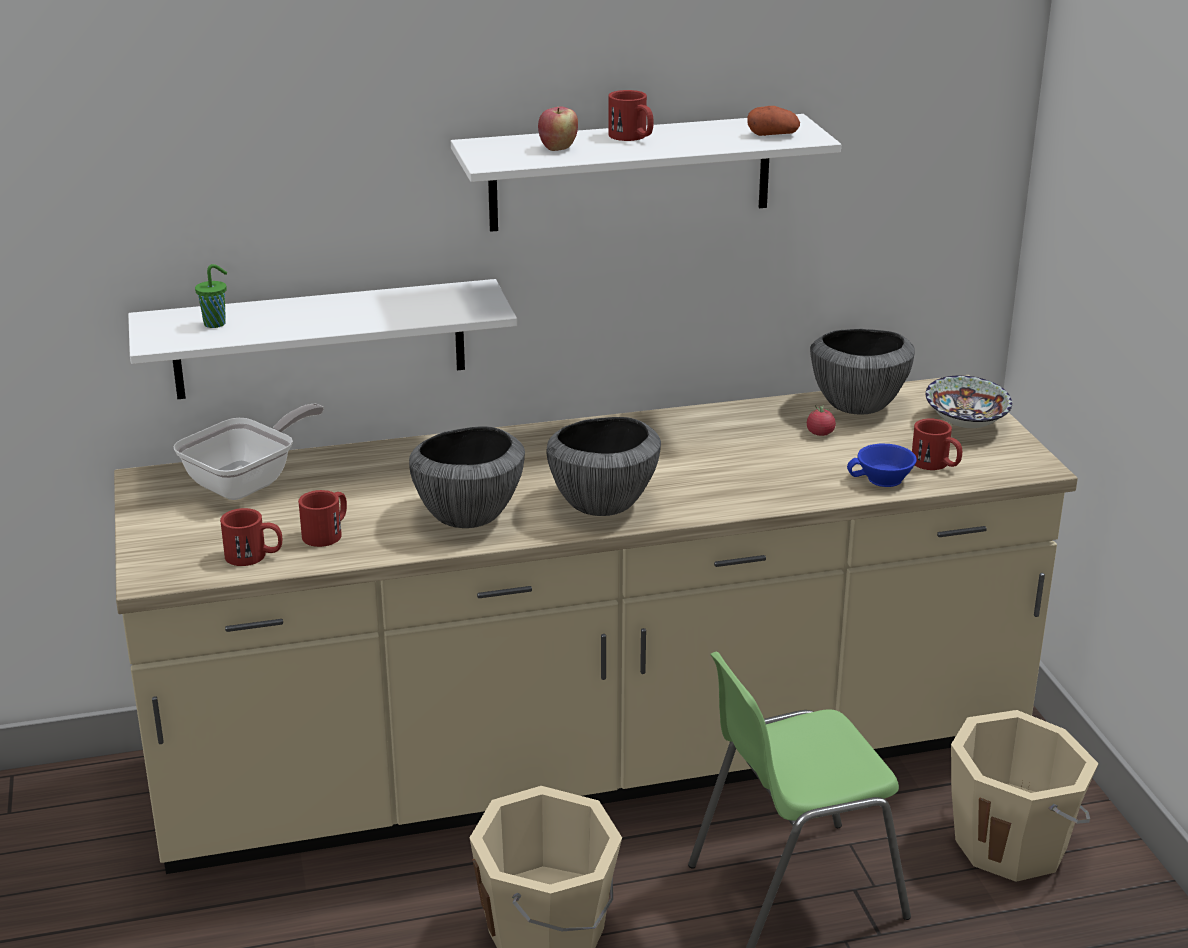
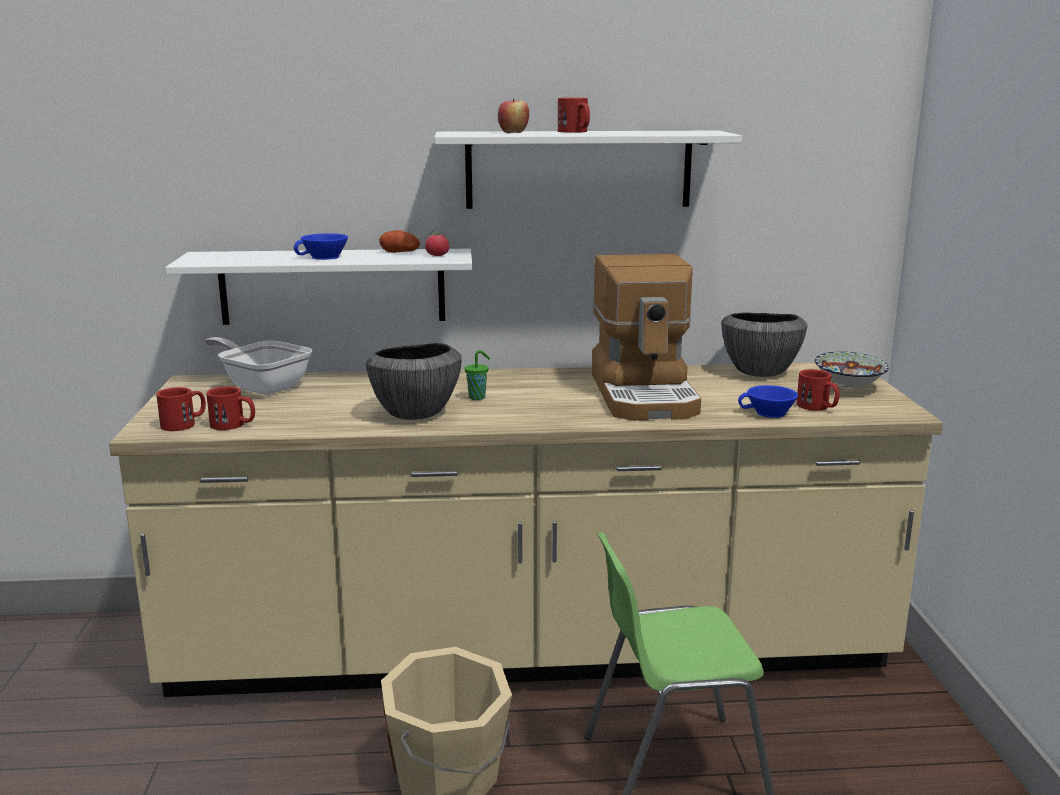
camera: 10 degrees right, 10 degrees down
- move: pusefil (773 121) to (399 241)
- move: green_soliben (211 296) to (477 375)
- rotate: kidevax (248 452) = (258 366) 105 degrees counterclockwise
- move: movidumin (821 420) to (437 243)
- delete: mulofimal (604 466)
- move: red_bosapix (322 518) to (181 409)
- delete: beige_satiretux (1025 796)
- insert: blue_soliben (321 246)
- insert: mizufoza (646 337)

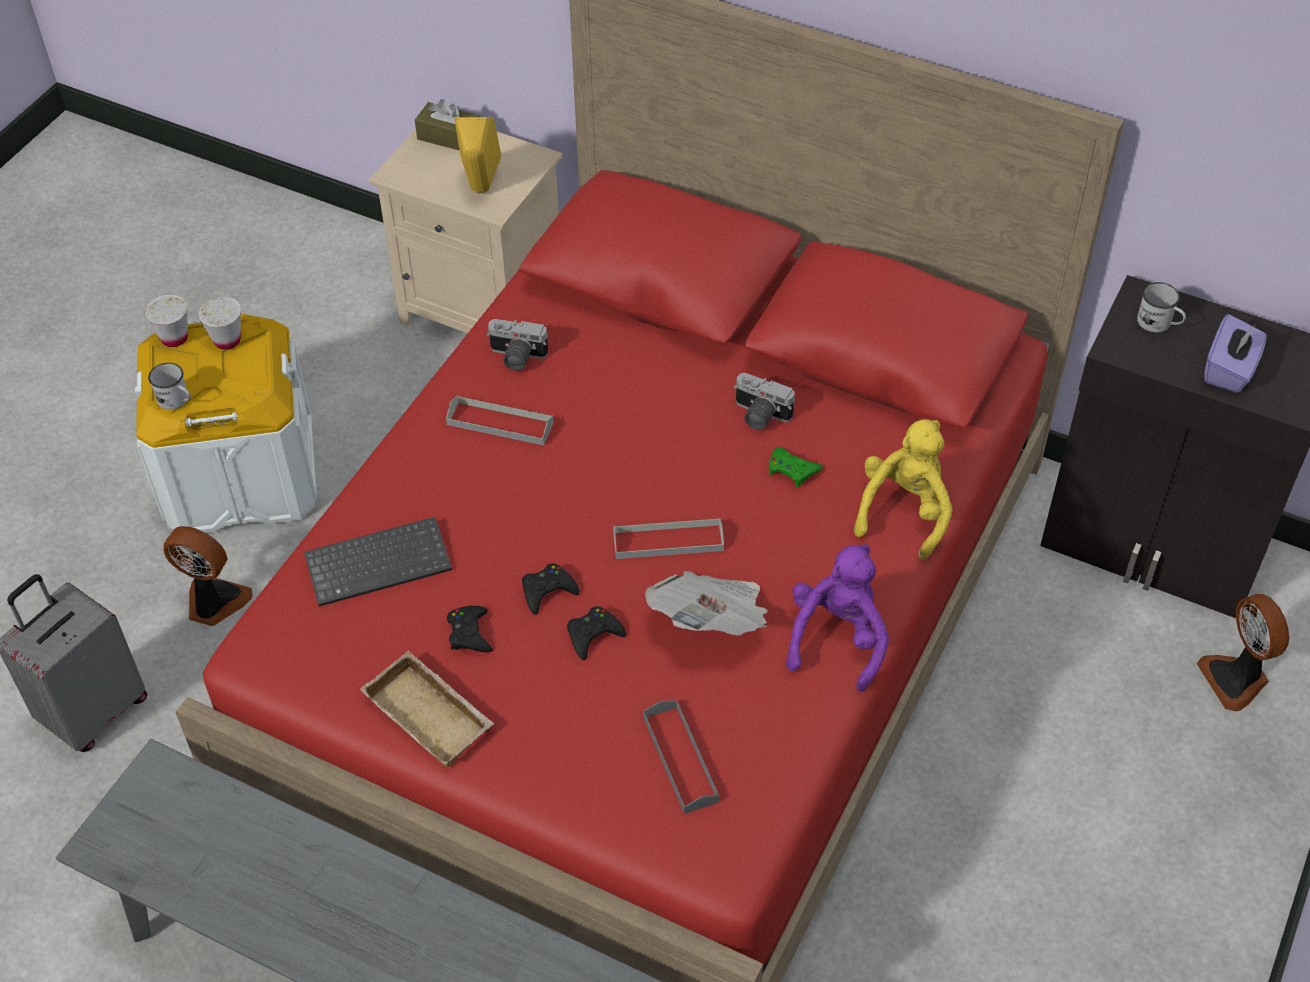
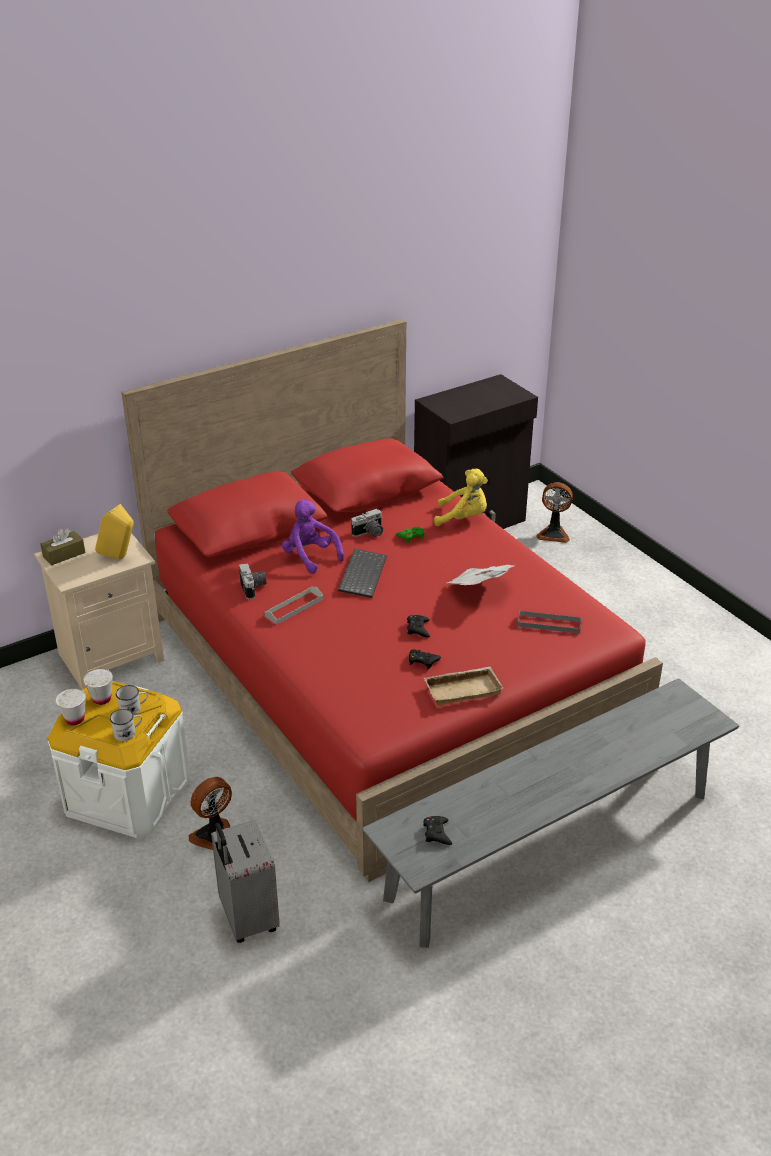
camera: 60 degrees left, 15 degrees down
- move: white_bosapix (1161 307) to (132 700)
- delete: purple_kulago (1235 353)
- rotate: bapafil (517 345) = (252 582) 60 degrees counterclockwise
- rotate: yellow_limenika (903 489) = (461 497) 135 degrees clockwise
- move: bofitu (378 562) to (362 573)
- delete: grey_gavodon (668 538)
- move: purple_limenika (837 618) to (313 537)
- move: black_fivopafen (596 633) to (437 830)

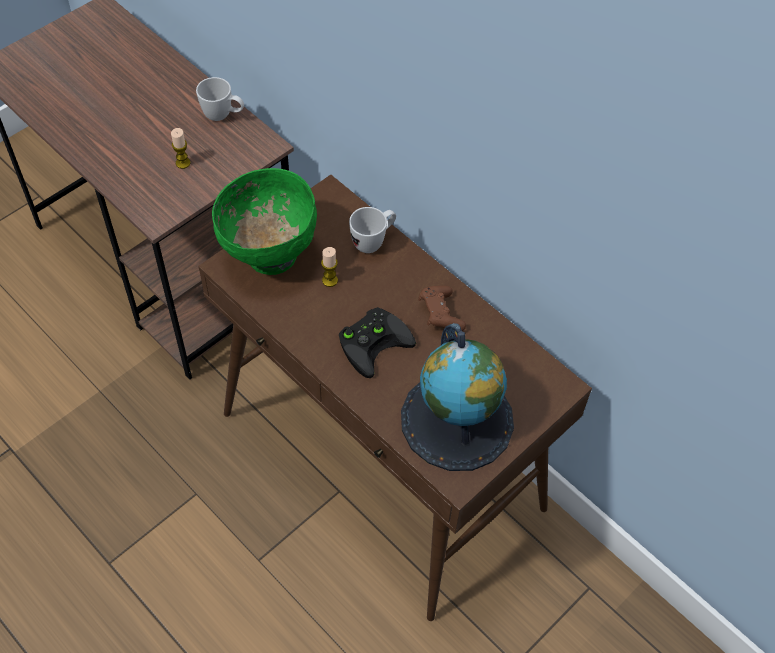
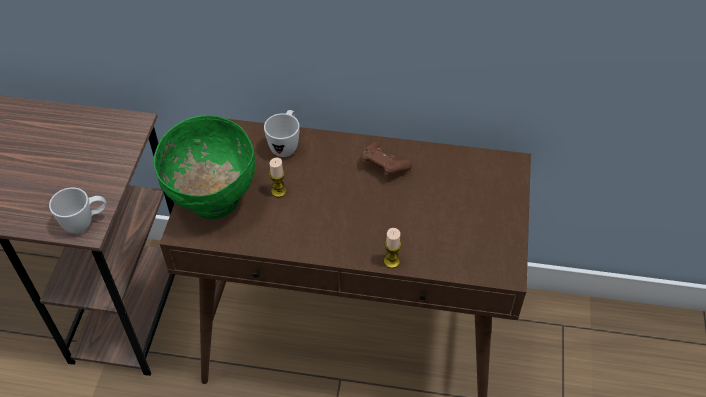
camera: 35 degrees left, 5 degrees down
- move: white_bosapix (220 99) to (77 211)
- move: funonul (180 148) to (392 248)
- delete: black_fivopafen (377 342)
- delete: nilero (457 397)

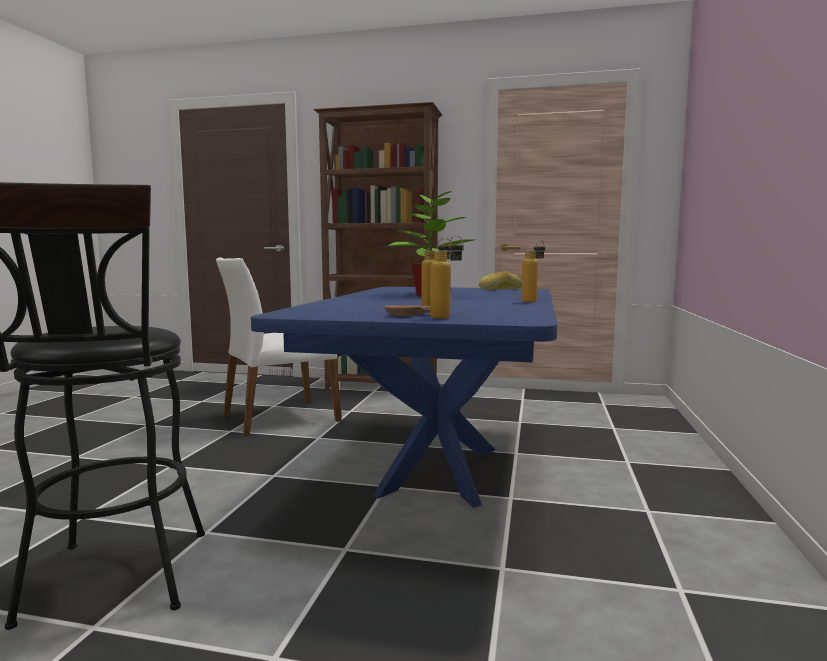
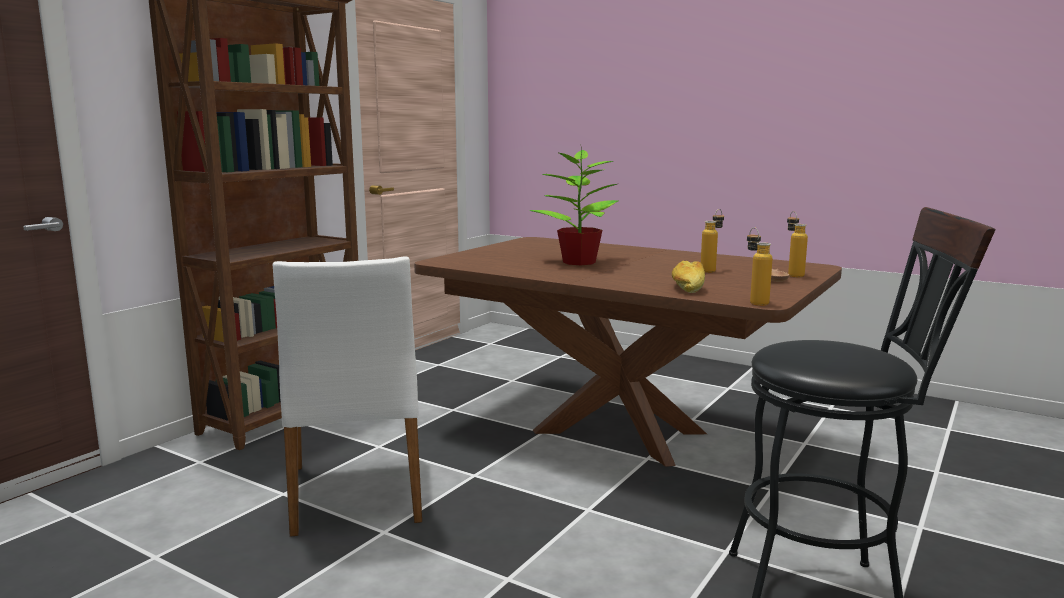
camera: 70 degrees left, 5 degrees up
- move: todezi (533 270) to (759 266)
- move: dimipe (500 280) to (688 277)
- recolor: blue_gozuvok (404 397) to brown_gozuvok (628 352)

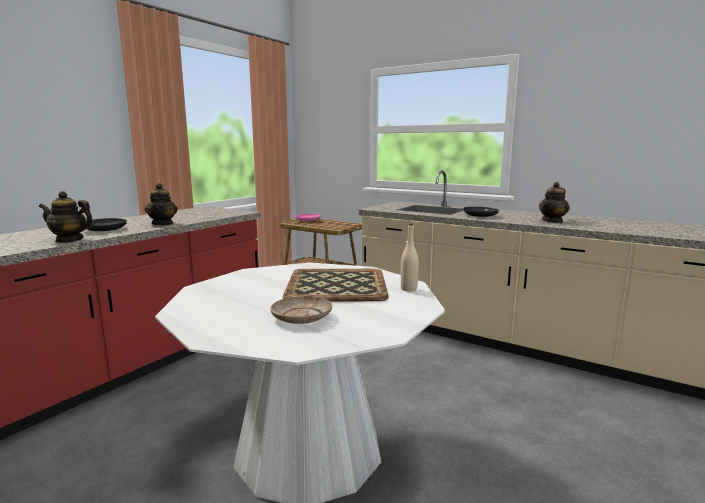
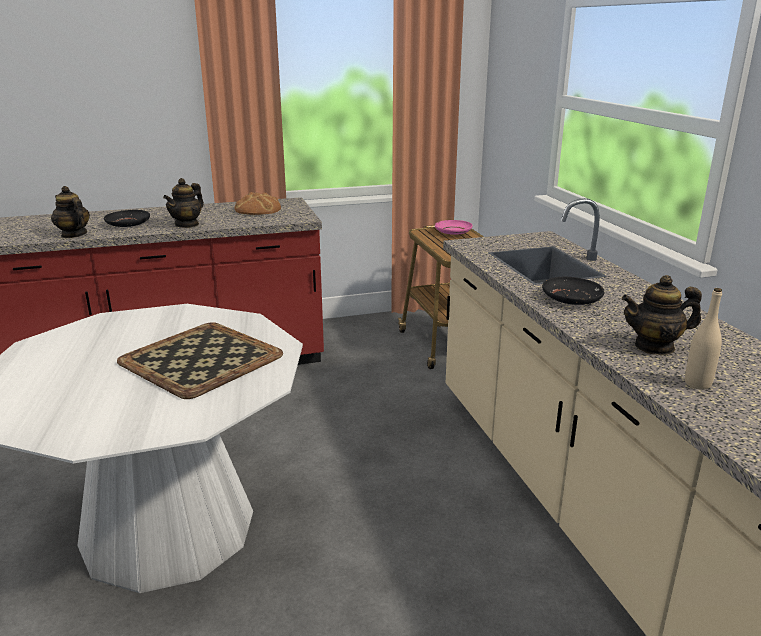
camera: 40 degrees right, 10 degrees up
- move: beige_todezi (410 257) to (703 339)
- delete: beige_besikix (301 310)
- insert: dimipe (258 203)

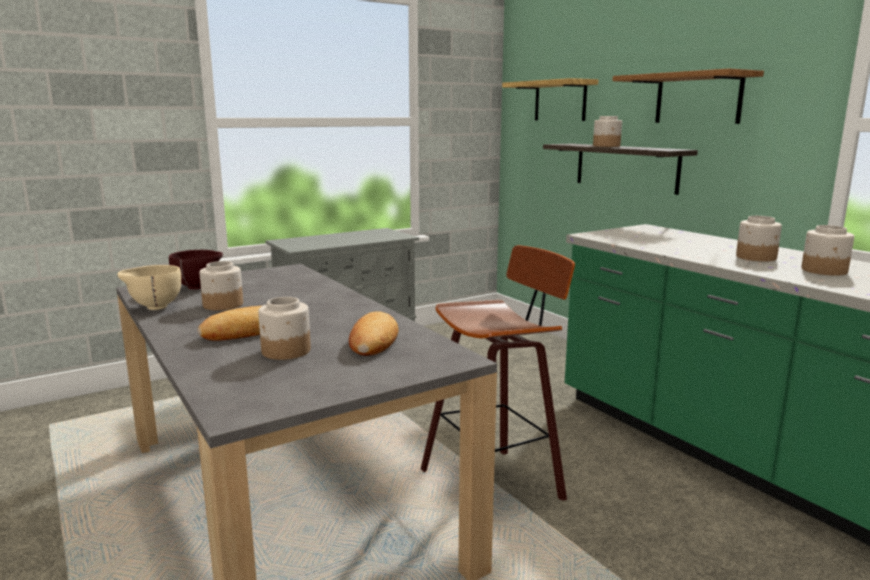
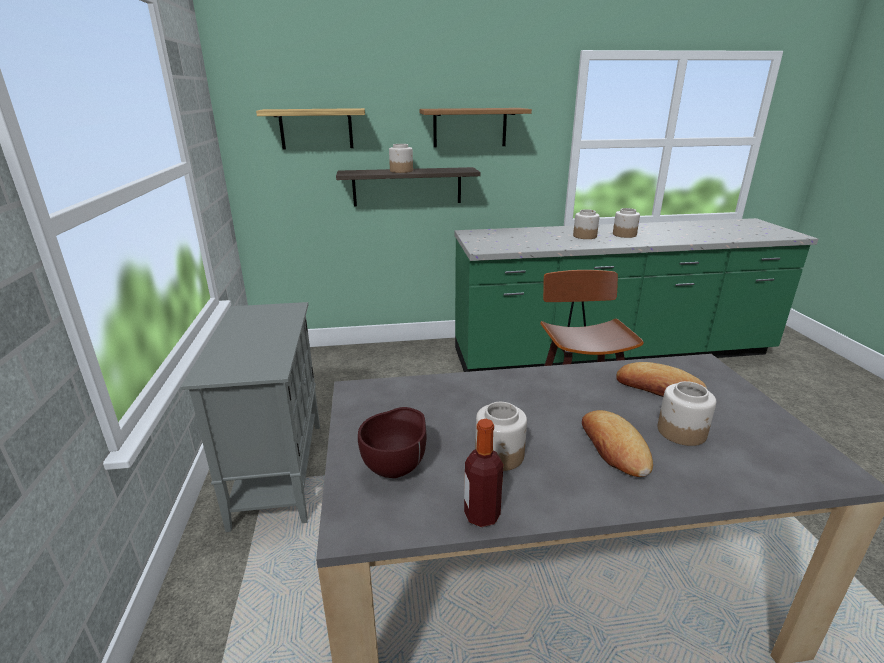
camera: 65 degrees left, 10 degrees up
- replace: beige_mulofimal (149 287) to todezi (483 473)

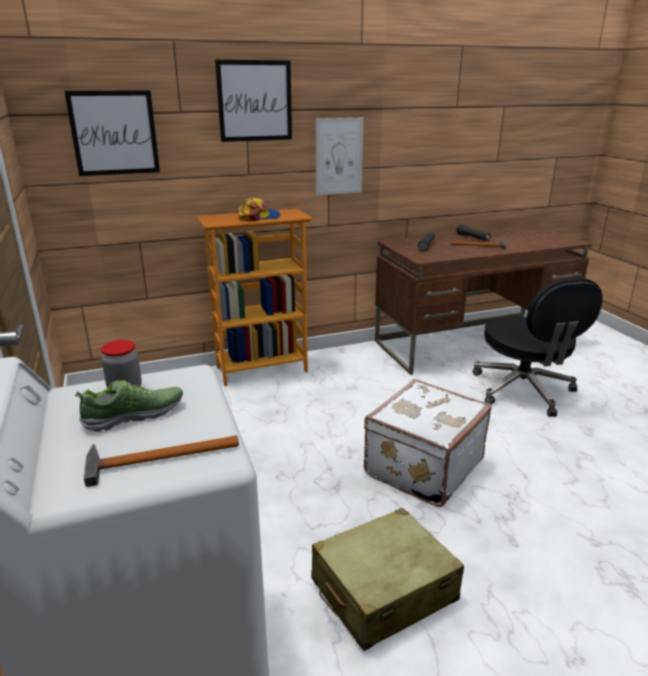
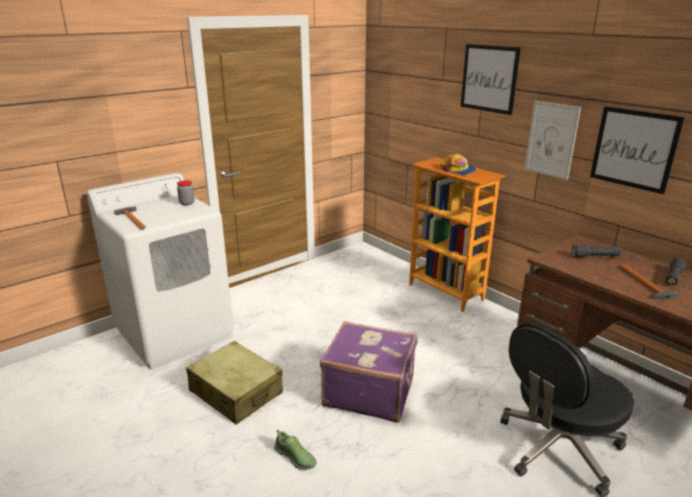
camera: 70 degrees right, 0 degrees up
- move: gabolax (112 133) to (637 150)
- recolor: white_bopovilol (428 443) to purple_bopovilol (369 371)
- move: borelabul (129 406) to (295 449)

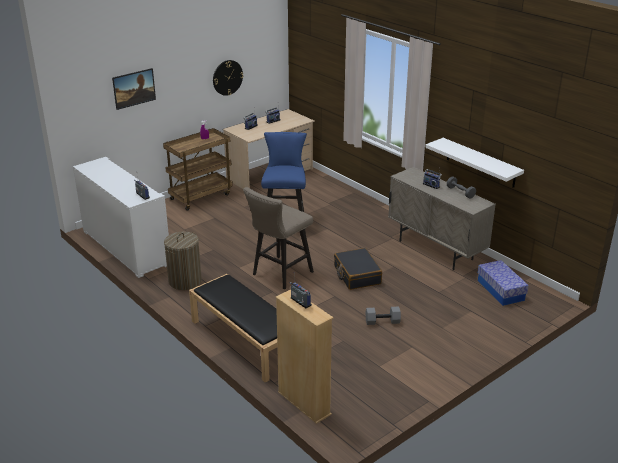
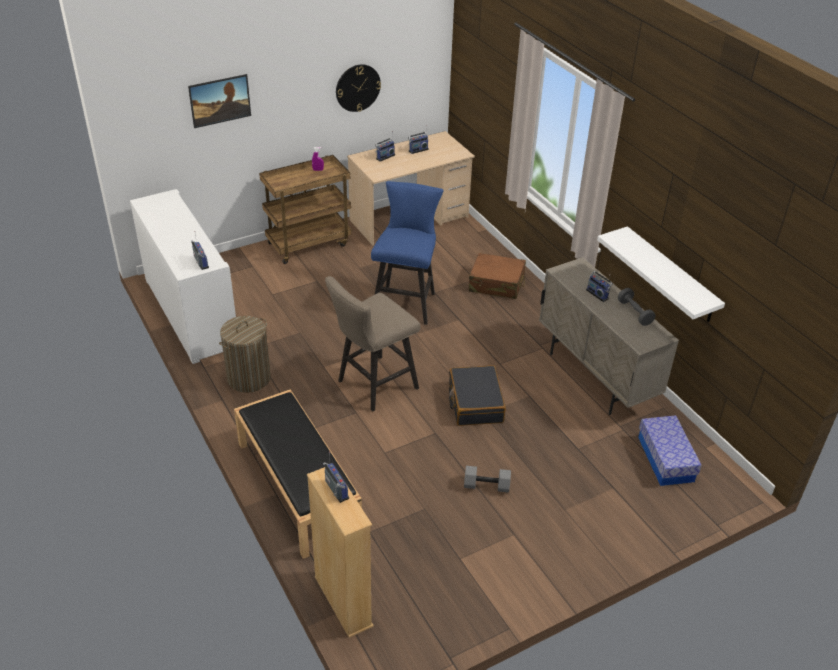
camera: 10 degrees right, 10 degrees up
- insert: brown_bopovilol (497 276)

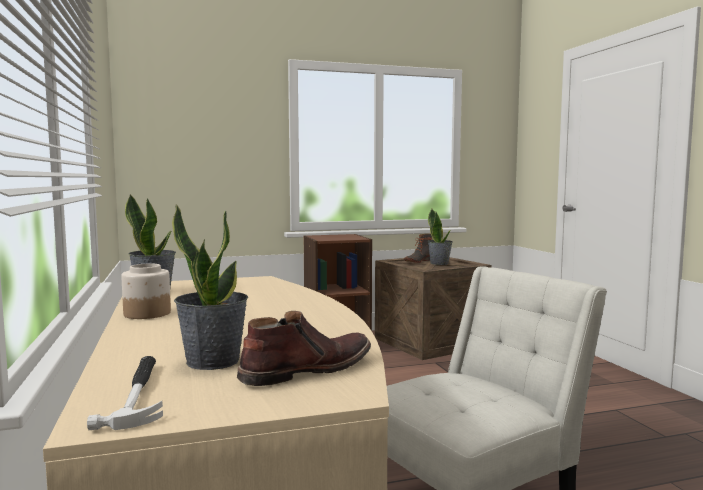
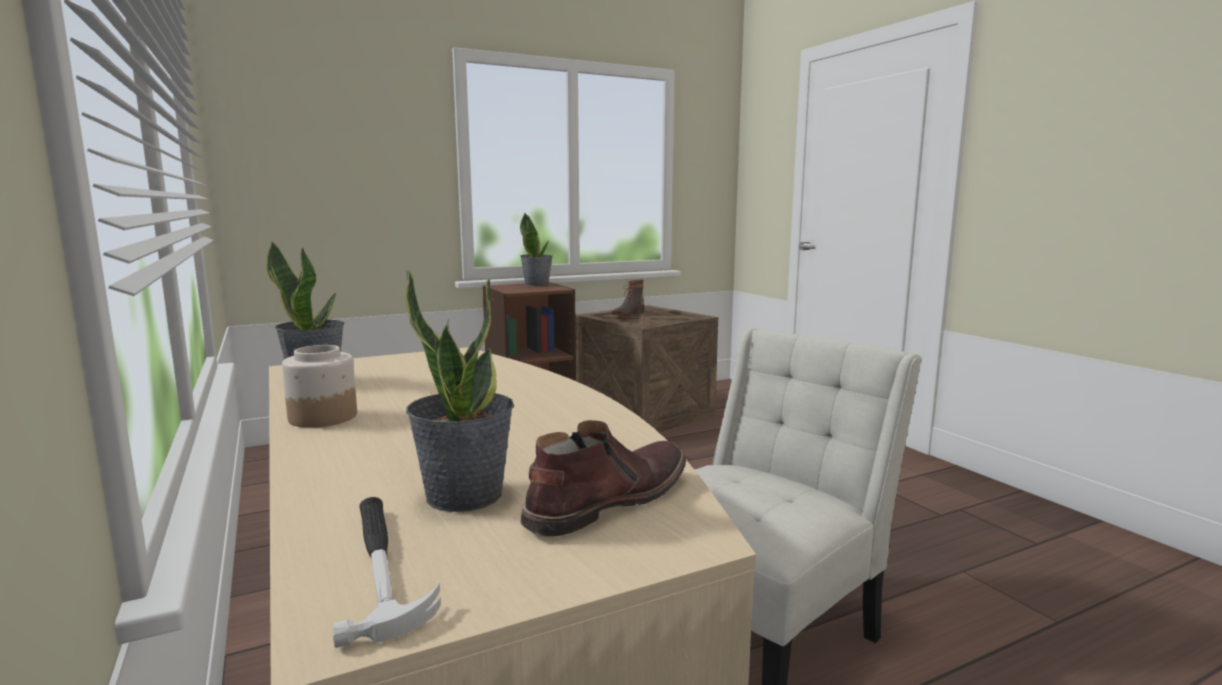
camera: 10 degrees left, 5 degrees up
- move: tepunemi (440 237) to (536 249)

